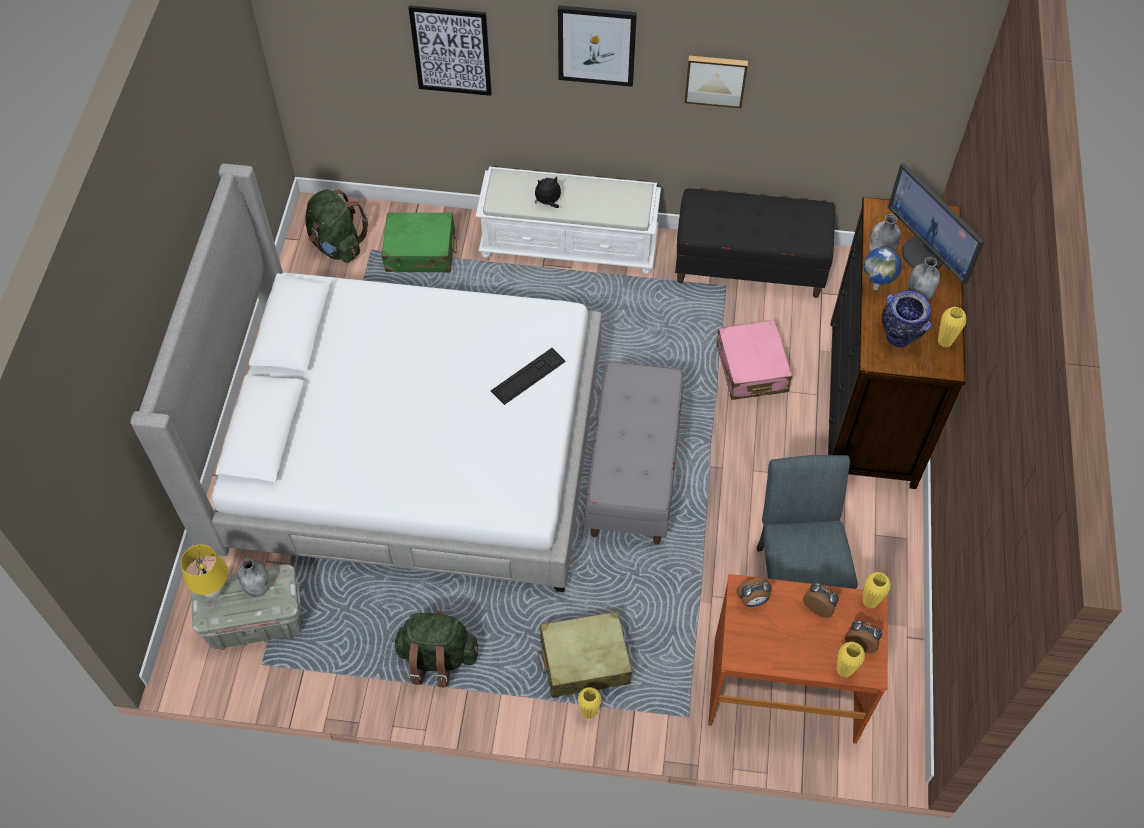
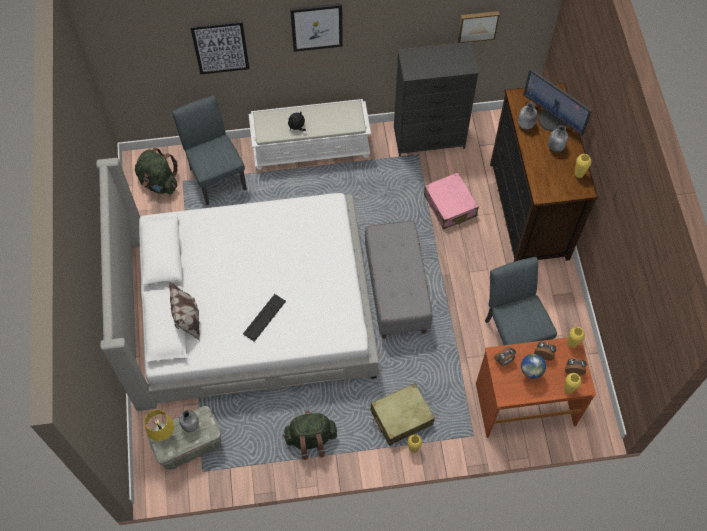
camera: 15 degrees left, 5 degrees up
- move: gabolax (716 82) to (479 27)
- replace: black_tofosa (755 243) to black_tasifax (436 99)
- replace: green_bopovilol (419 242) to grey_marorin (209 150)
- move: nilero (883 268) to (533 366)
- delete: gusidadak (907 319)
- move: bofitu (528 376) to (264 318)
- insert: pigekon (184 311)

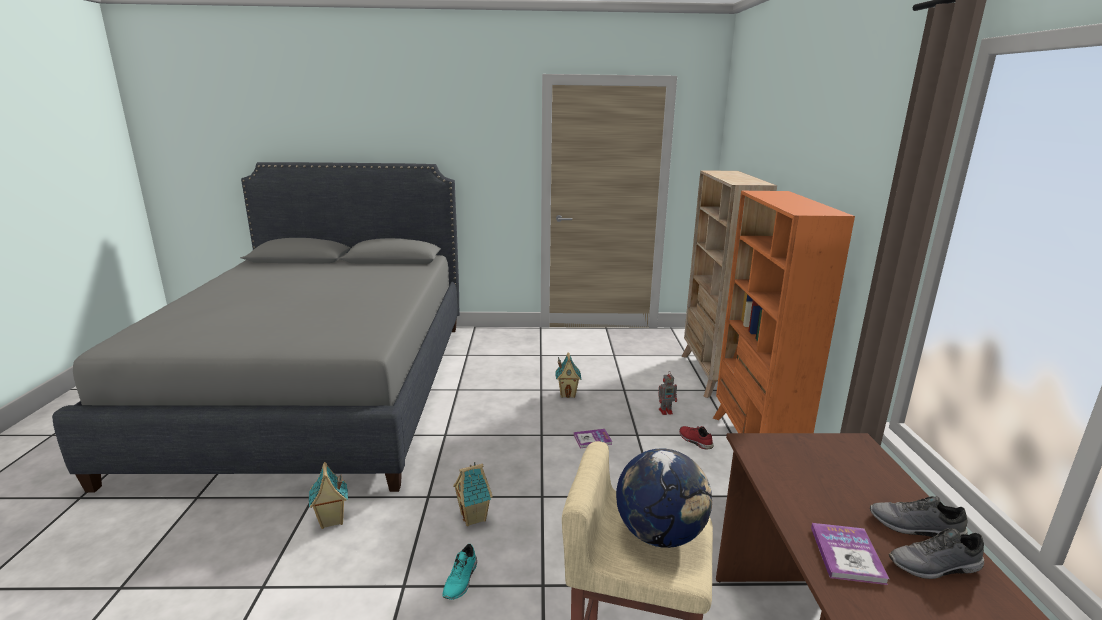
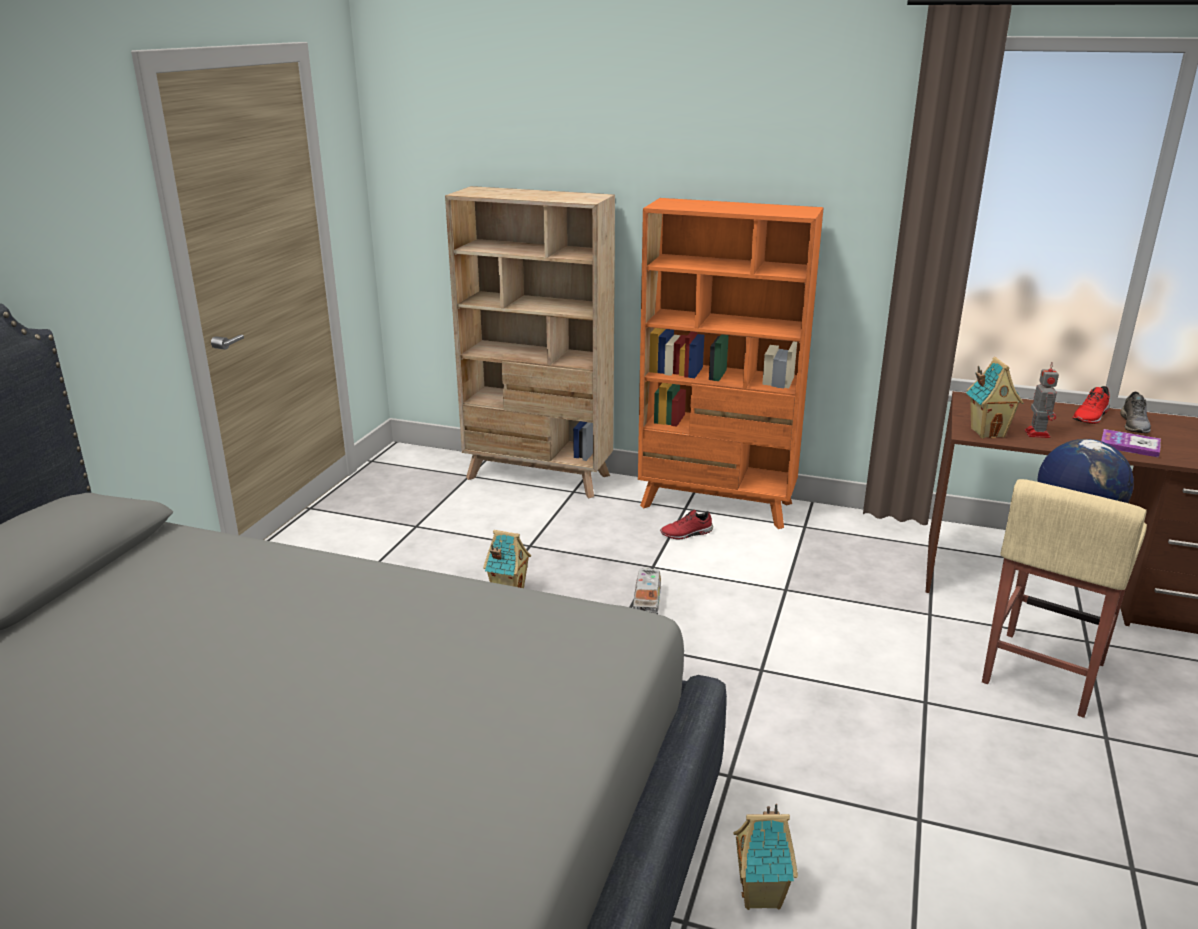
camera: 70 degrees left, 5 degrees up
- move: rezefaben (668 393) to (1042 400)
- replace: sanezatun (593 438) to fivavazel (647 591)
- move: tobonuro (473 494) to (995 397)
- recolor: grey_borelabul (919 516) to red_borelabul (1091 405)
- delete: turquoise_borelabul (459 572)

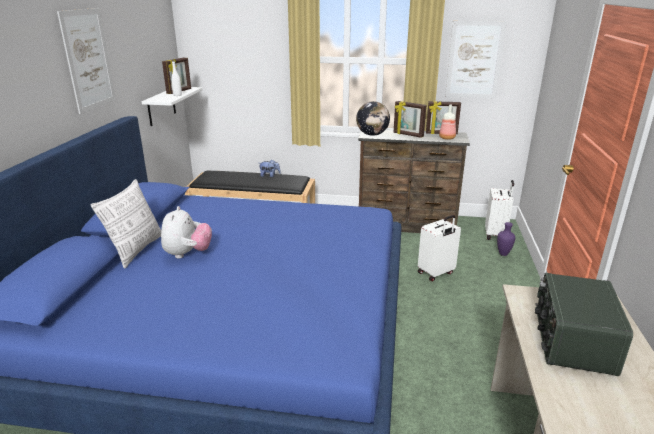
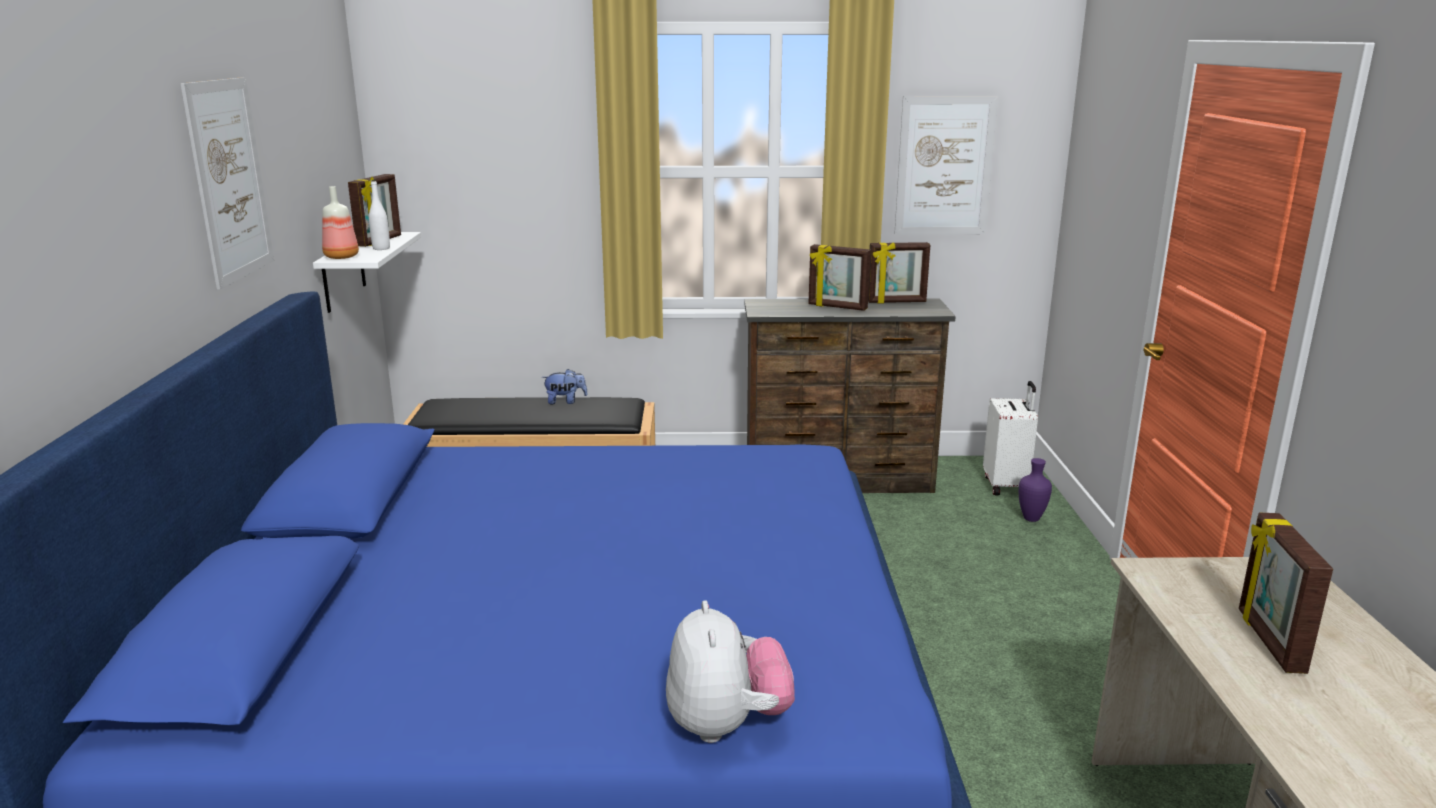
camera: 10 degrees left, 5 degrees down
- delete: nilero (373 118)
- move: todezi (447 122) to (340 222)
- delete: pigekon (126 224)
- move: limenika (186 232) to (730 671)
- delete: white_bopovilol (439 248)
- replace: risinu (584 324) to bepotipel (1286 593)

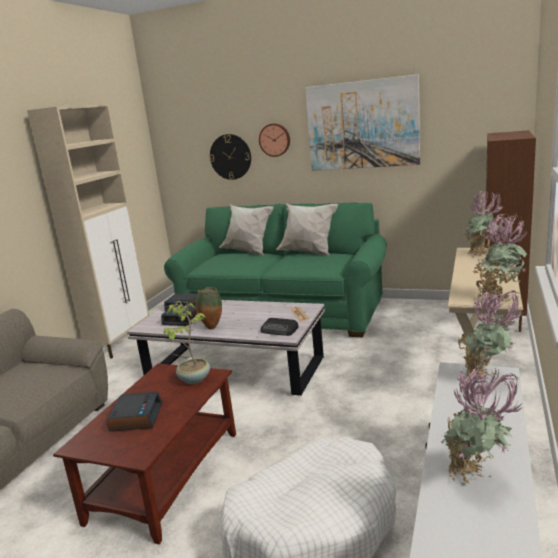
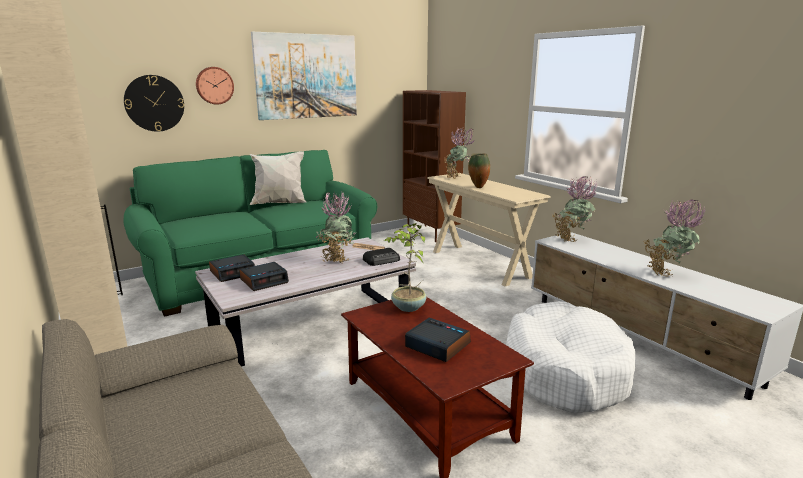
camera: 55 degrees left, 0 degrees up
- delete: white_pigekon (246 229)
- move: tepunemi (500 257) to (336 227)
- move: gusidadak (208 308) to (479 170)

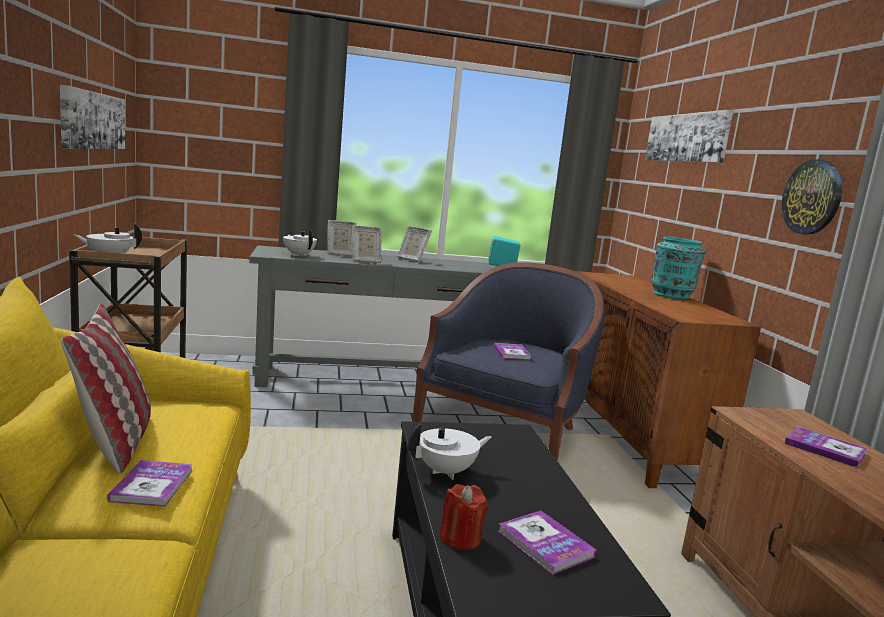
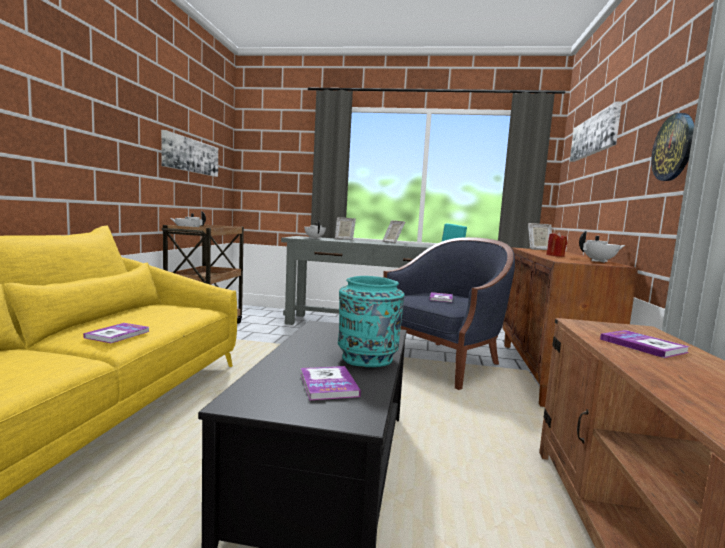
camera: 20 degrees right, 5 degrees down
- move: bepotipel (367 244) to (540 236)
- move: turquoise_gusidadak (678 267) to (371 321)
- delete: pigekon (105 388)
- move: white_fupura (450 451) to (602 247)
- move: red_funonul (463 517) to (556 244)

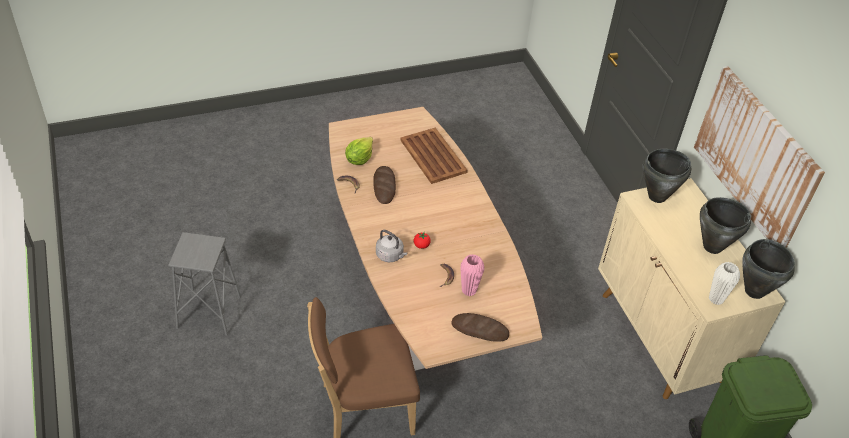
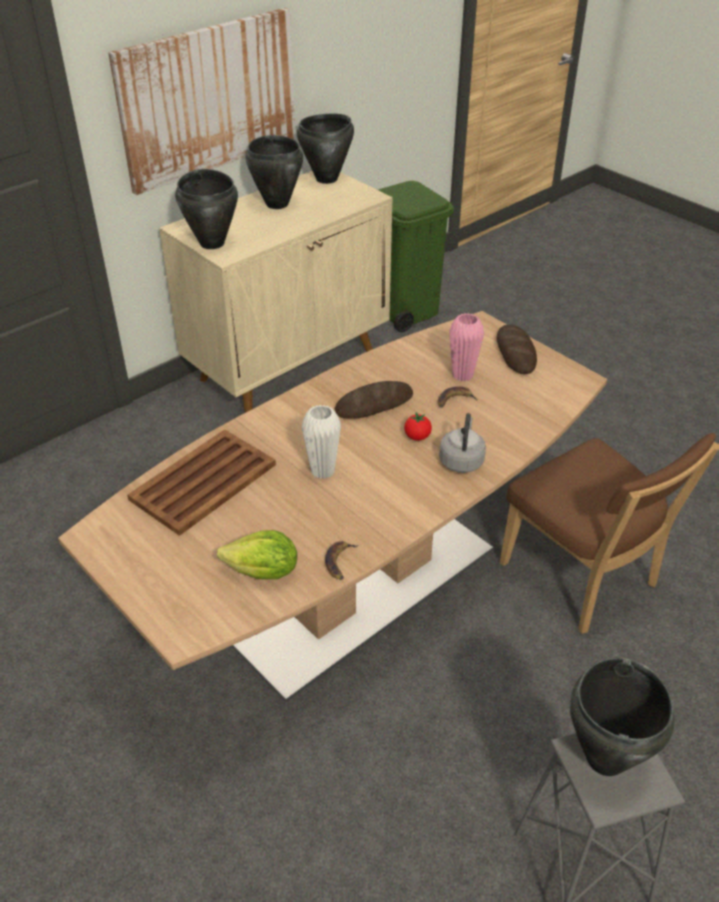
camera: 110 degrees left, 5 degrees down
- move: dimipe (384 185) to (374 400)
- move: white_gusidadak (724 283) to (321 442)
- insert: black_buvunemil (622 717)

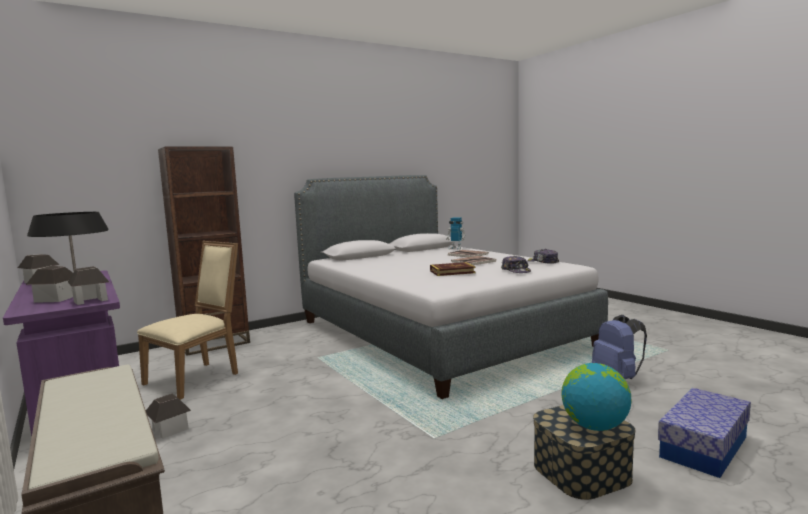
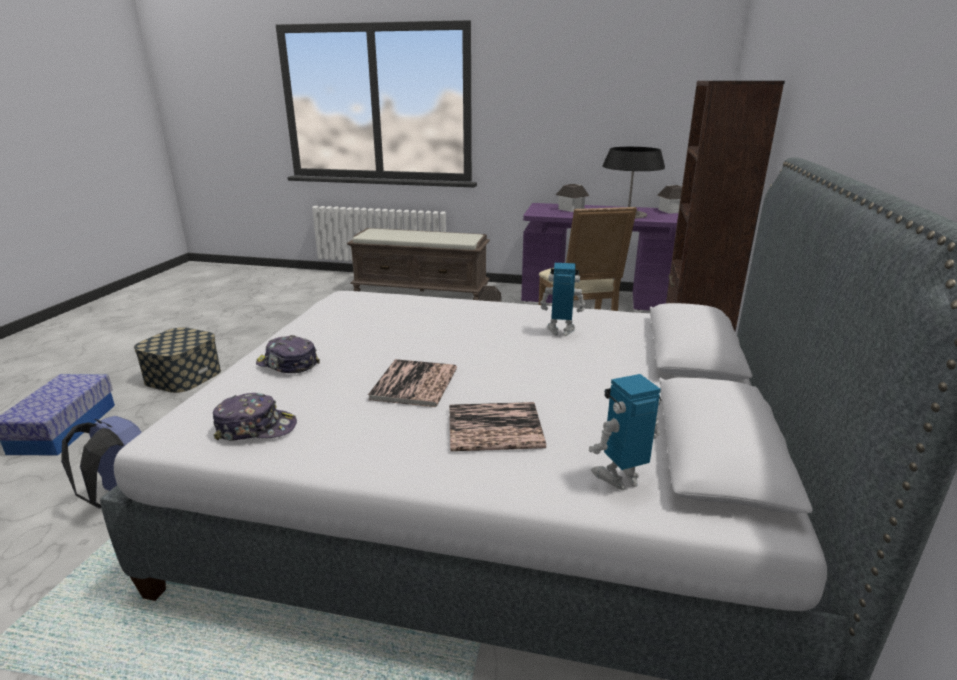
camera: 135 degrees right, 15 degrees up
- delete: sanezatun (453 269)
- delete: tobonuro (88 285)
- delete: nilero (596 397)
- insert: rezefaben (562 299)

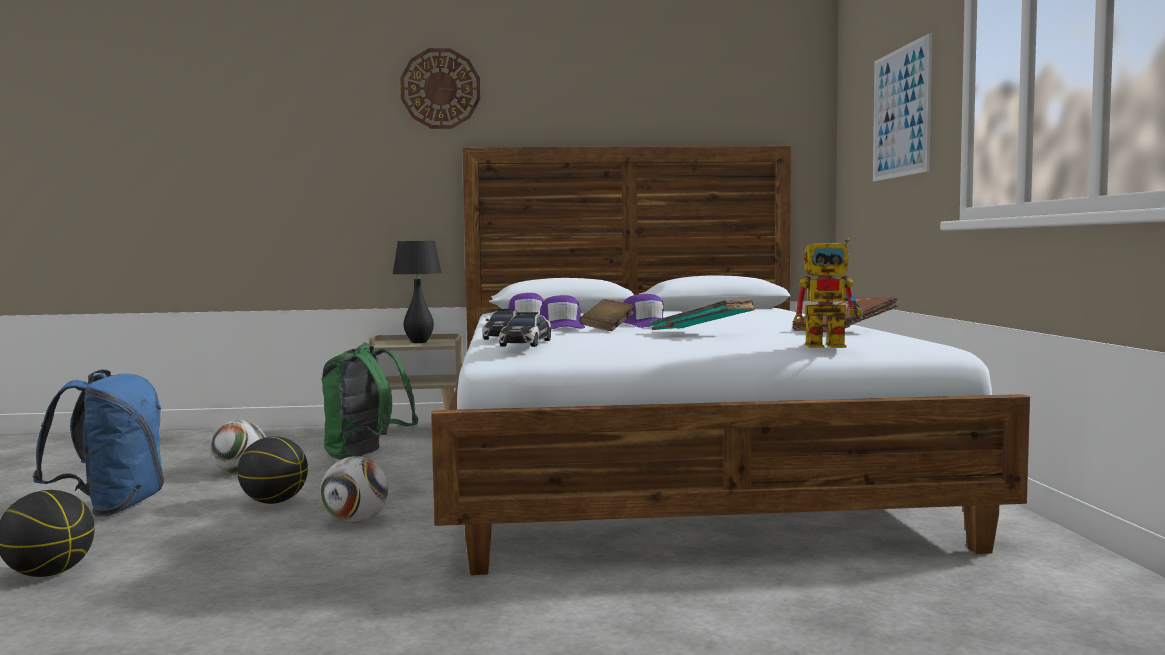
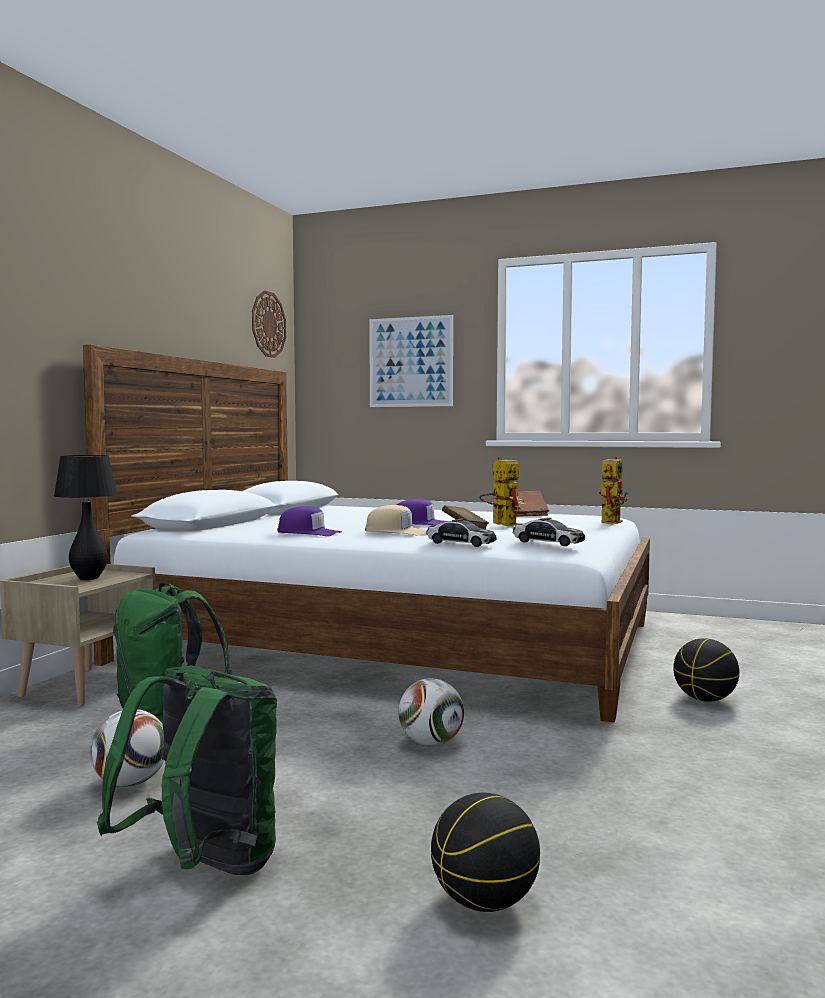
camera: 65 degrees left, 0 degrees up
- move: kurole (440 88) to (269 324)
- recolor: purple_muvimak (562 312) to beige_muvimak (396 520)
- replace: turquoise_sanezatun (702 314) to rezefaben (500 491)
- recolor: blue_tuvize (98 443) to green_tuvize (187 770)
- move: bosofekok (272 470) to (706 670)

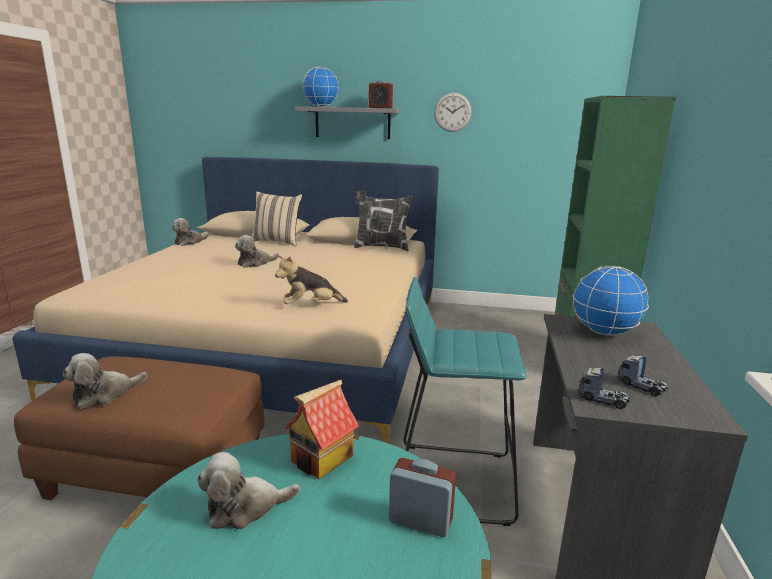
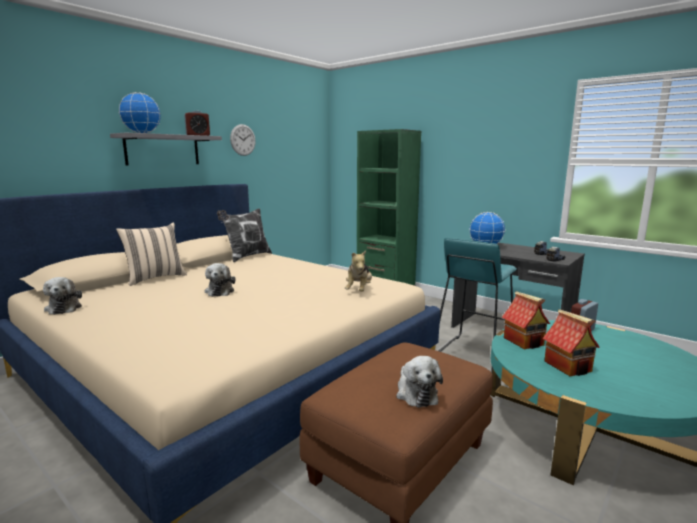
camera: 60 degrees left, 5 degrees down
- replace: limenika (248 490) to tobonuro (571 342)

